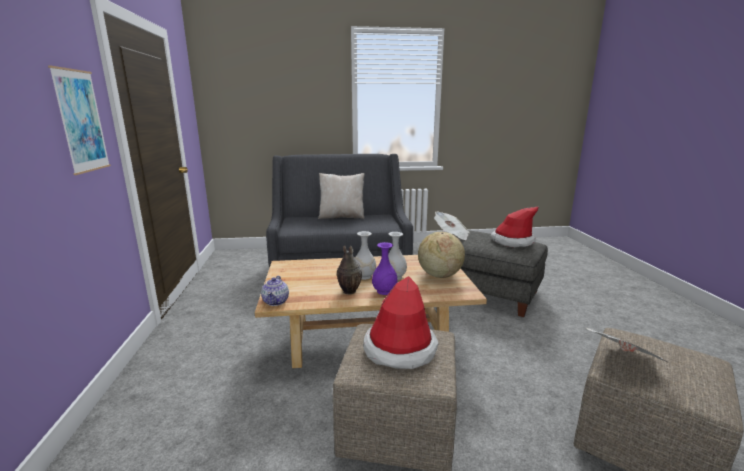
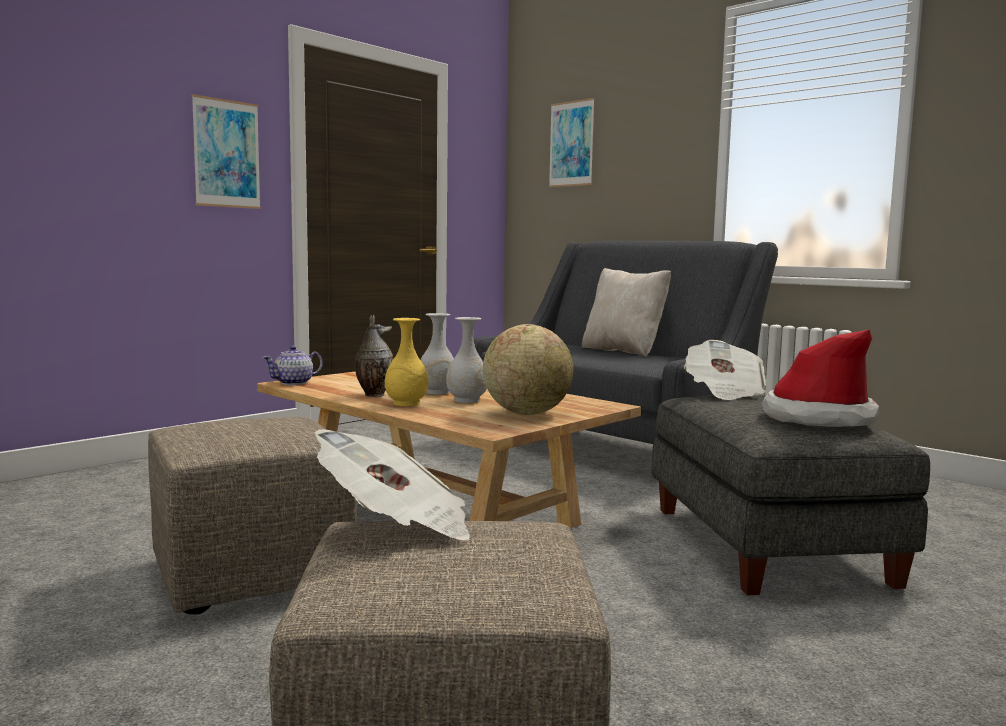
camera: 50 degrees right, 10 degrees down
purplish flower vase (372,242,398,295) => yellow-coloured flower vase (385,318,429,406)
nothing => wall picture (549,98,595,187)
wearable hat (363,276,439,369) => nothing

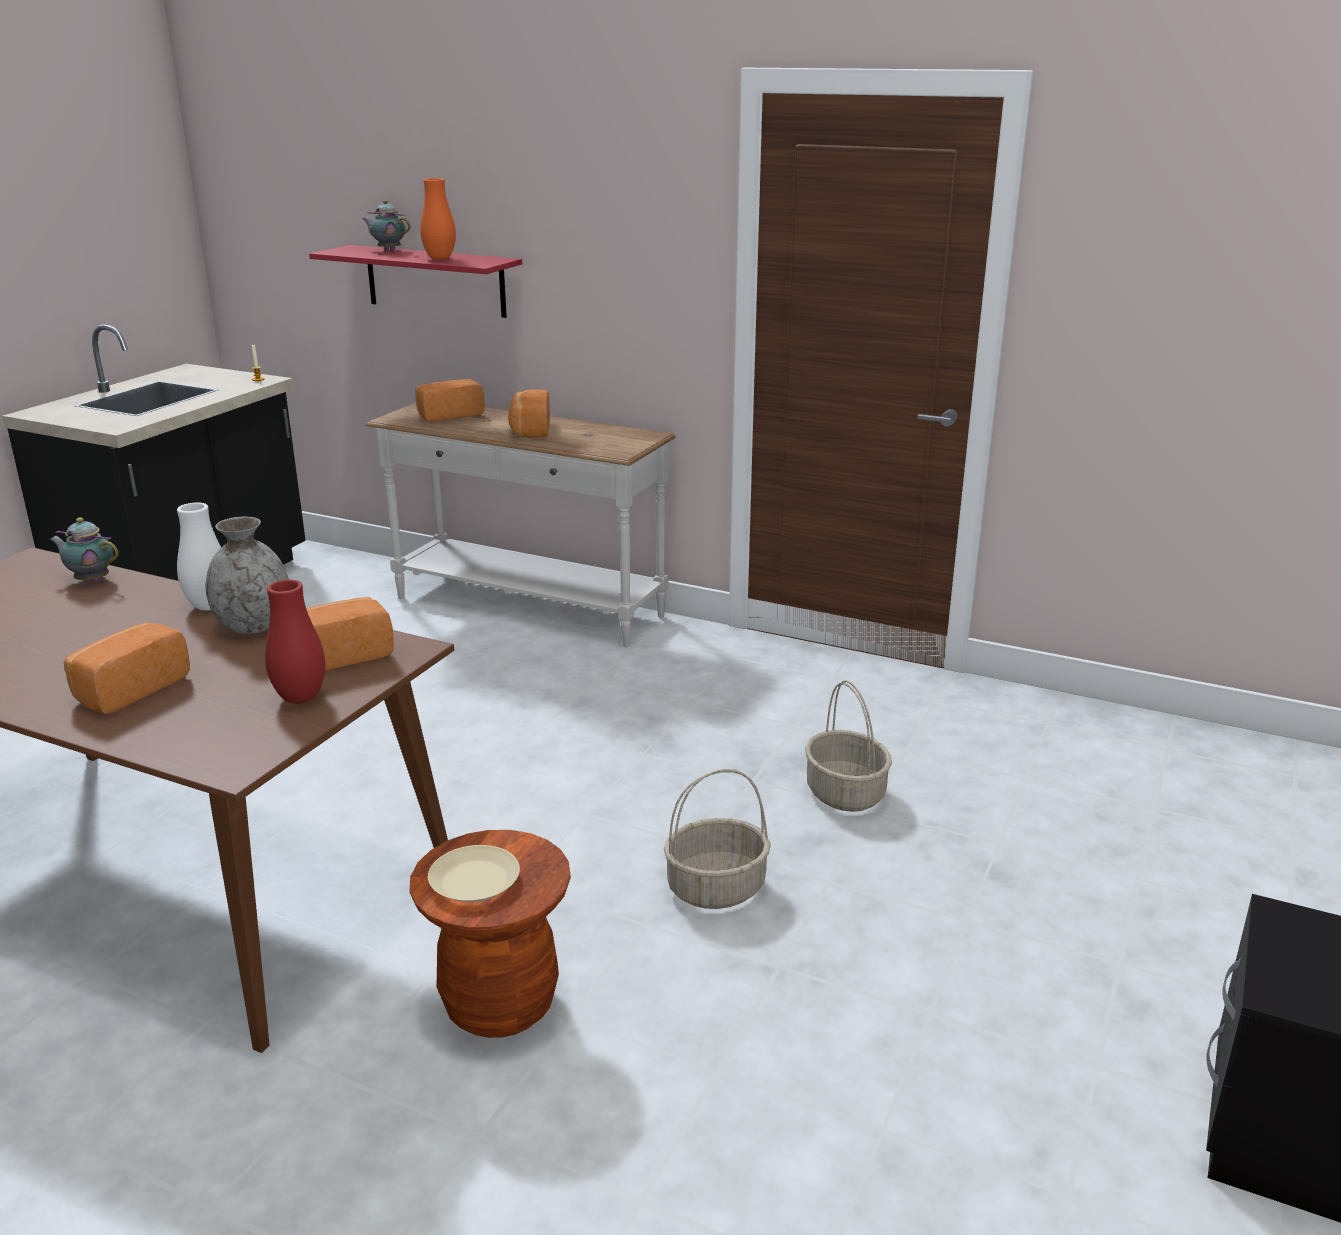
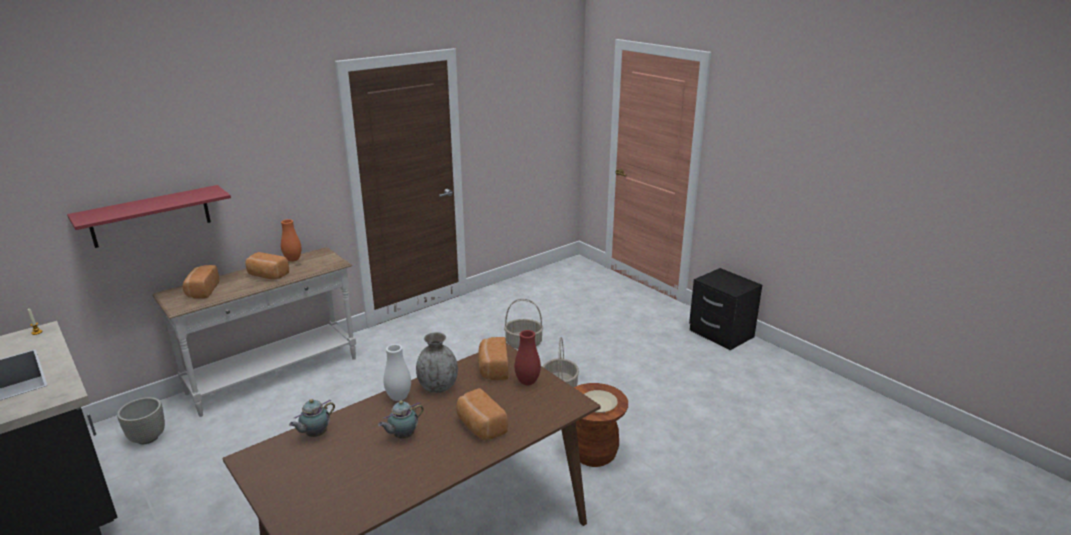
camera: 65 degrees left, 0 degrees up
nothing => grey plant pot (117,397,165,444)
orangey flower vase (420,178,456,260) => orangey flower vase (281,219,301,262), moved
teapot (362,200,411,251) => teapot (378,400,424,438), moved

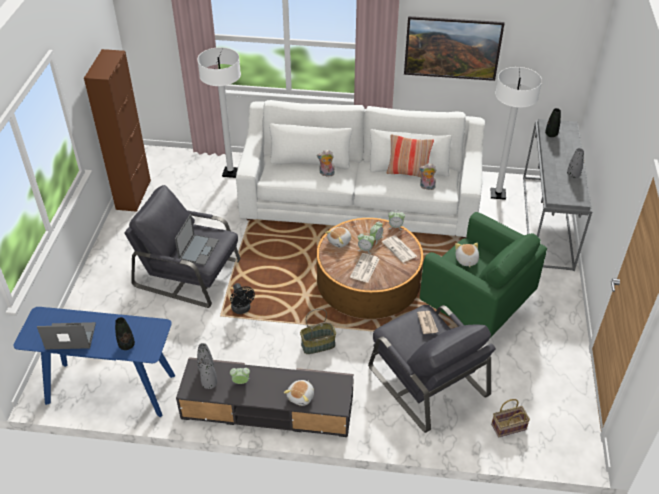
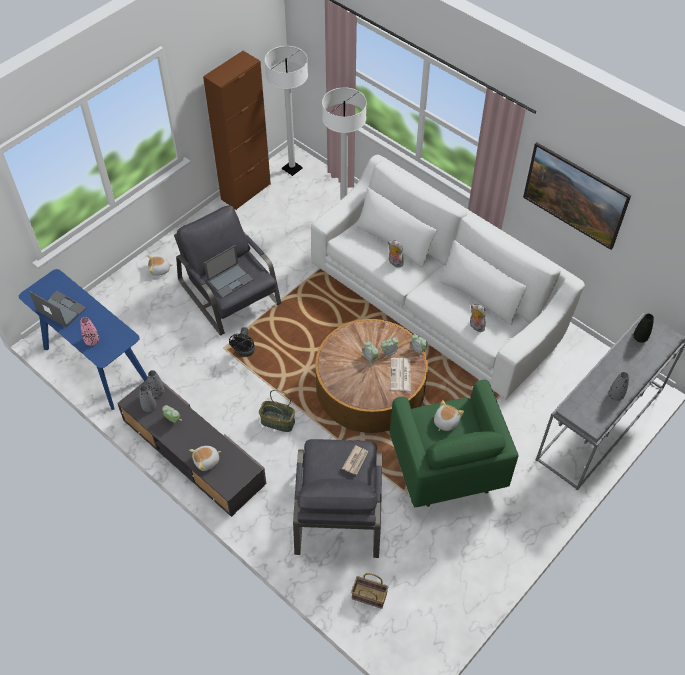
camera: 35 degrees right, 10 degrees up
black-coloured flower vase (115,317,135,350) => pink flower vase (80,317,99,346)
cuddly toy (325,227,351,248) => cuddly toy (147,256,173,276), moved
whitish floor lamp (491,67,542,200) => whitish floor lamp (265,46,308,176), moved
daily paper (350,253,379,283) => nothing
cushion (386,134,434,177) => nothing

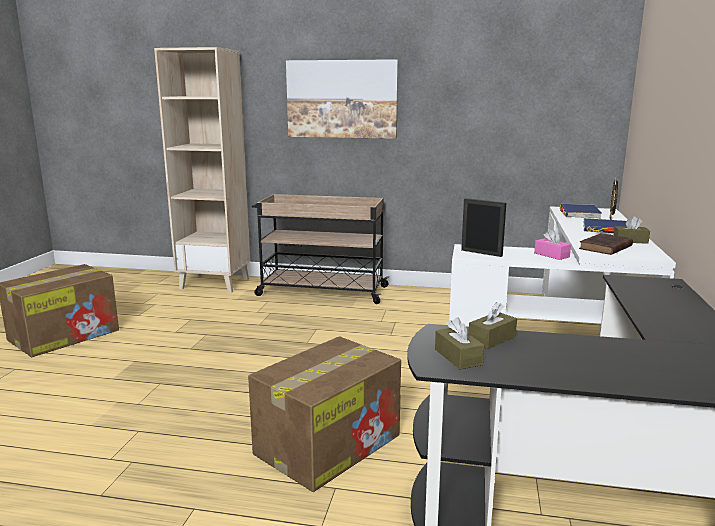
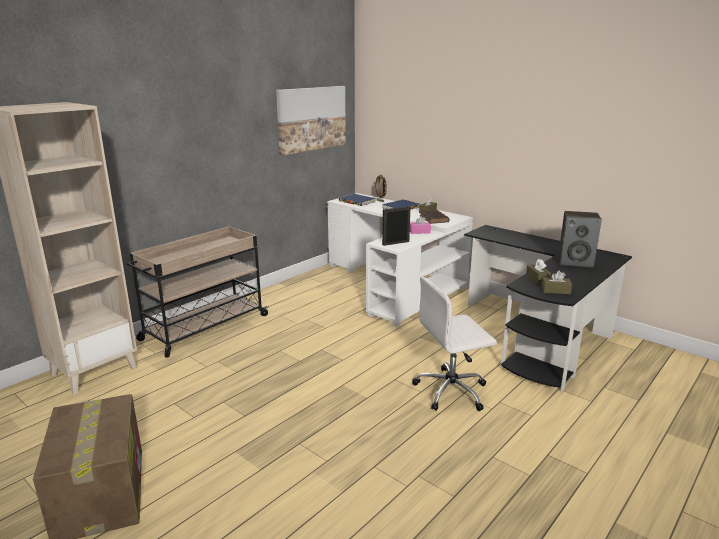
camera: 60 degrees left, 5 degrees up
wall picture (286,59,398,139) => wall picture (276,86,346,155), moved
packing box (248,336,401,492) => whitish desk chair (412,277,497,411)
nothing => audio speaker (558,211,602,268)

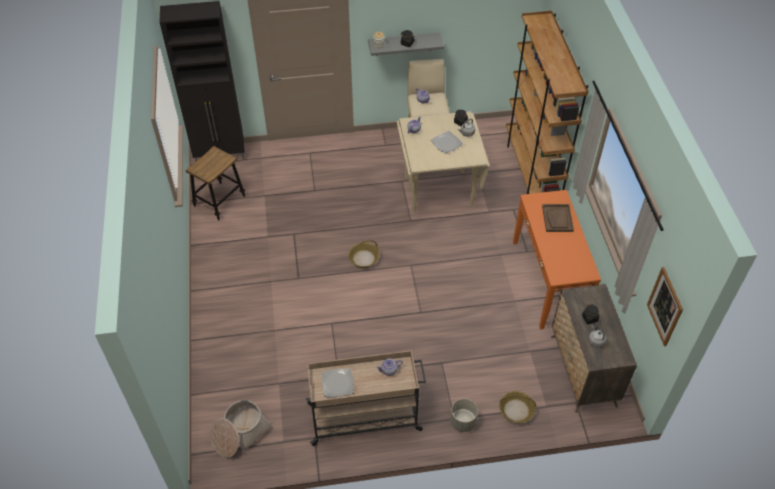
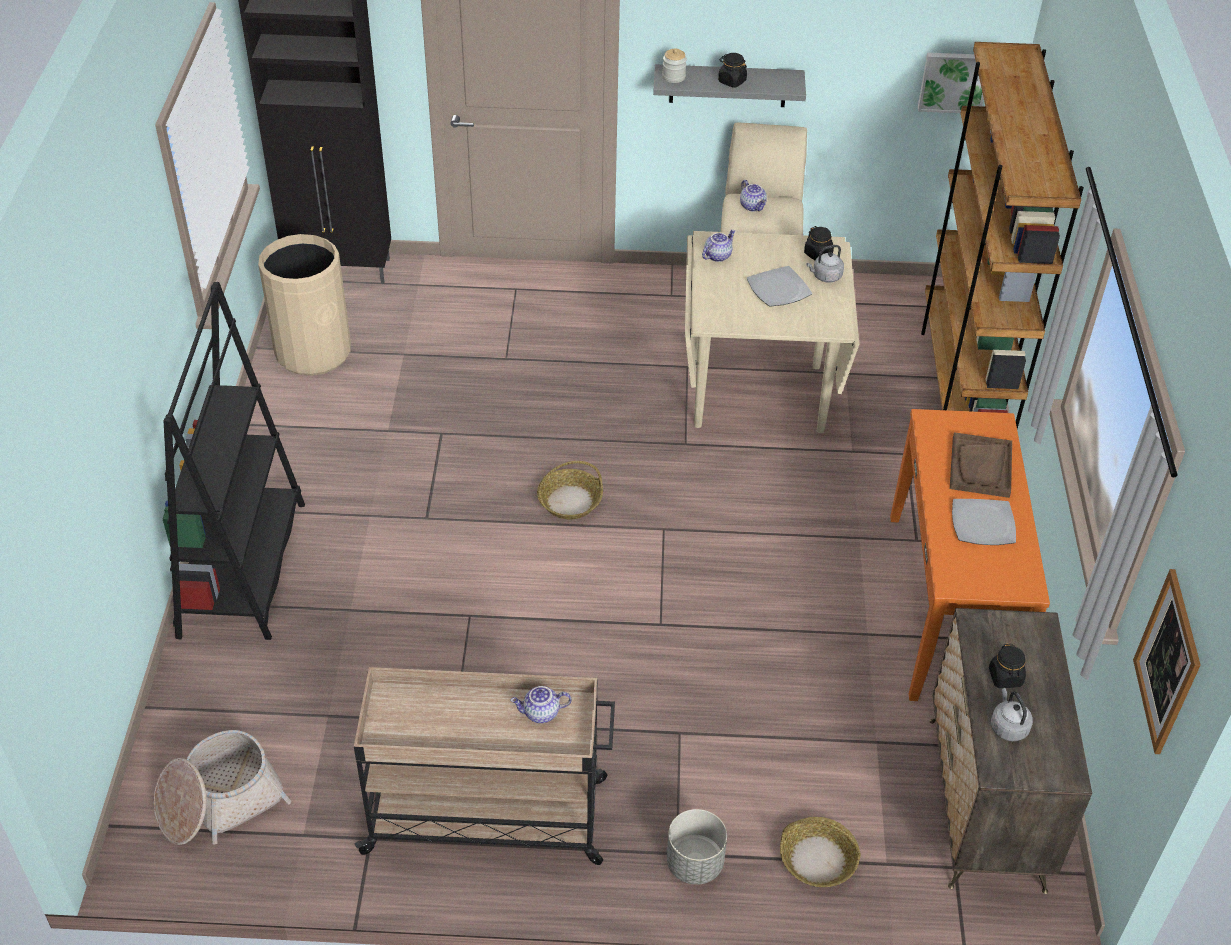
camera: 10 degrees right, 5 degrees down
nothing => black-coloured shelving unit (163,282,305,640)
sitting stool (186,146,245,221) => beige-coloured waste bin (258,234,351,376)
nothing => wall picture (918,53,984,113)
flat dish (322,368,354,397) => flat dish (952,499,1016,545), moved

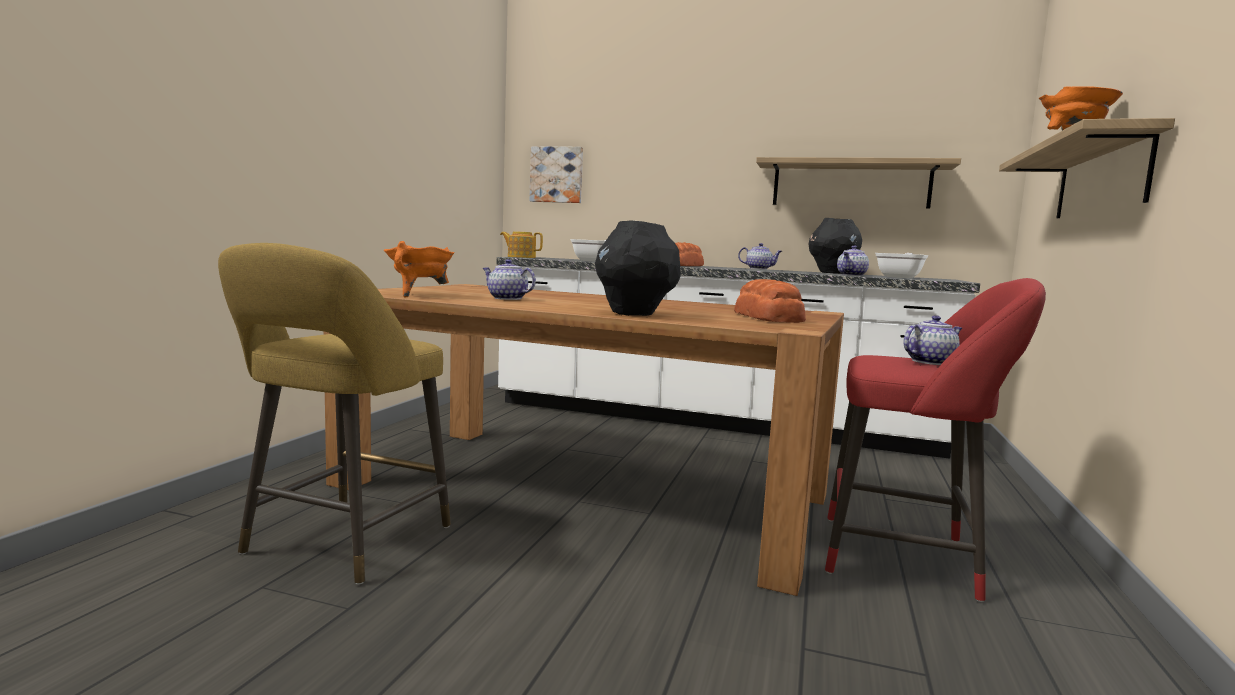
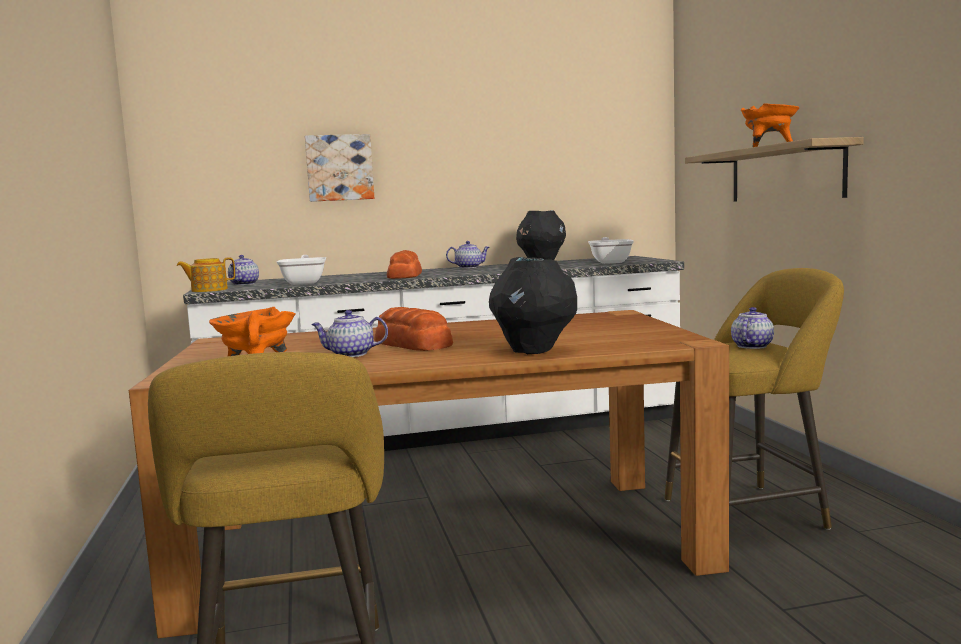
camera: 30 degrees left, 0 degrees up
teapot (837,246,869,276) => teapot (228,255,259,285), moved
wall picture (529,146,583,203) => wall picture (305,134,374,202), moved
bakery bread (734,279,806,323) => bakery bread (374,307,453,351), moved
red-coloured sitting stool (825,278,1046,602) => yellow-coloured sitting stool (665,268,844,530)
bracket shelf (756,157,961,209) => nothing

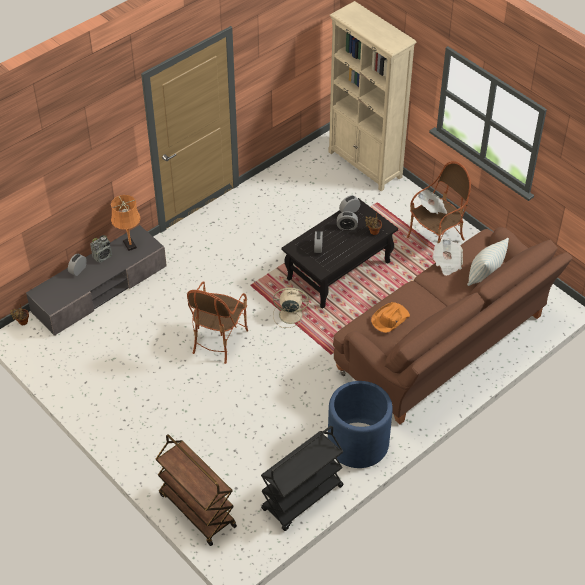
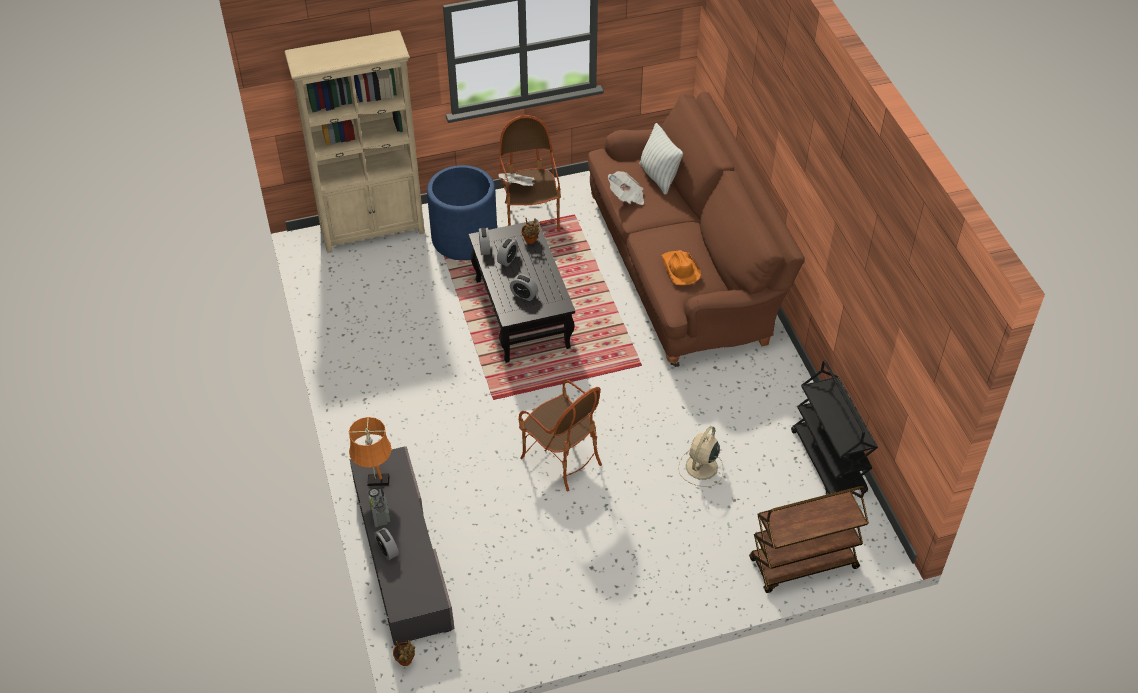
camera: 65 degrees left, 0 degrees up
blue plant pot (328,381,393,468) => blue plant pot (427,165,497,261), moved
beige-coloured electric fan (273,288,309,328) => beige-coloured electric fan (678,426,723,487), moved

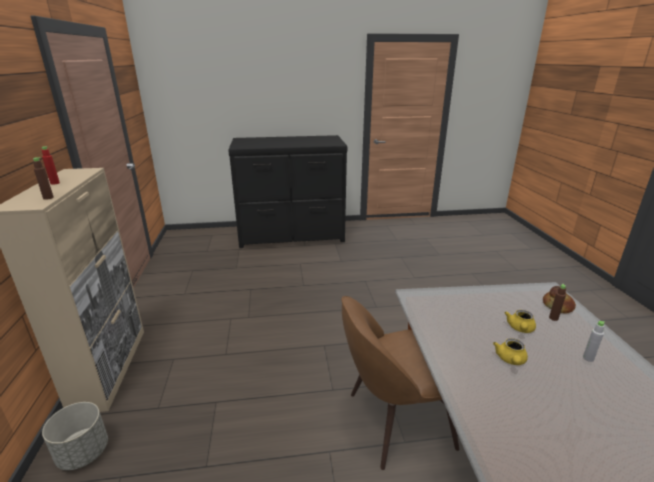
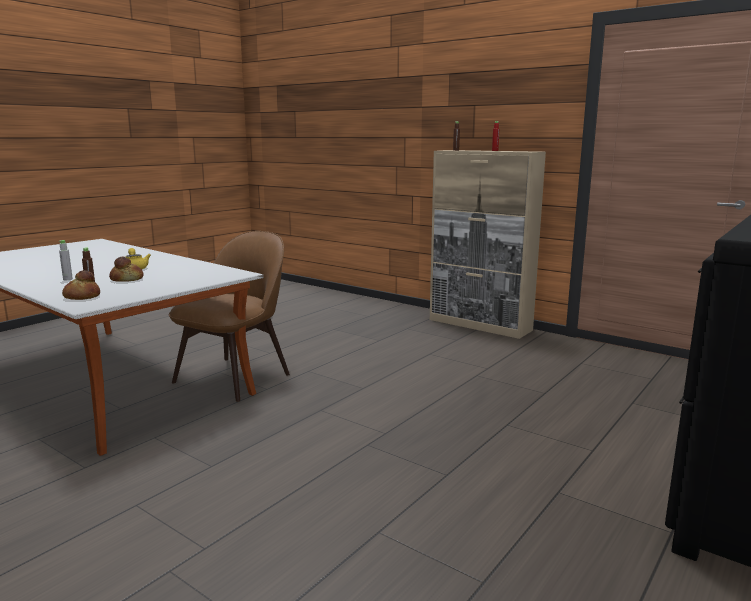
camera: 135 degrees right, 10 degrees down
yellow-coloured teapot (505,310,536,333) => bakery bread (109,257,144,282)
grey plant pot (42,402,108,470) => nothing

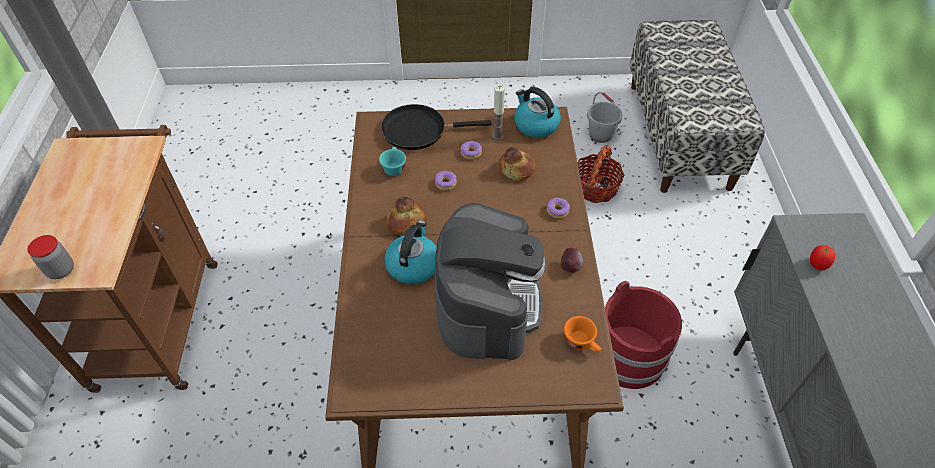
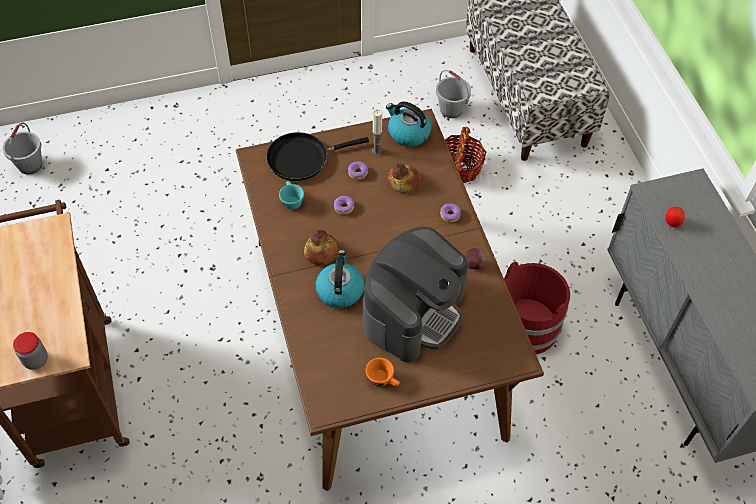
camera: 15 degrees left, 5 degrees up
nothing => grey pail (3,122,42,175)
coffee maker (434,203,545,360) => coffee maker (363,227,468,362), 45 degrees clockwise
orangey small cup (564,316,601,352) => orangey small cup (366,358,400,386), moved

